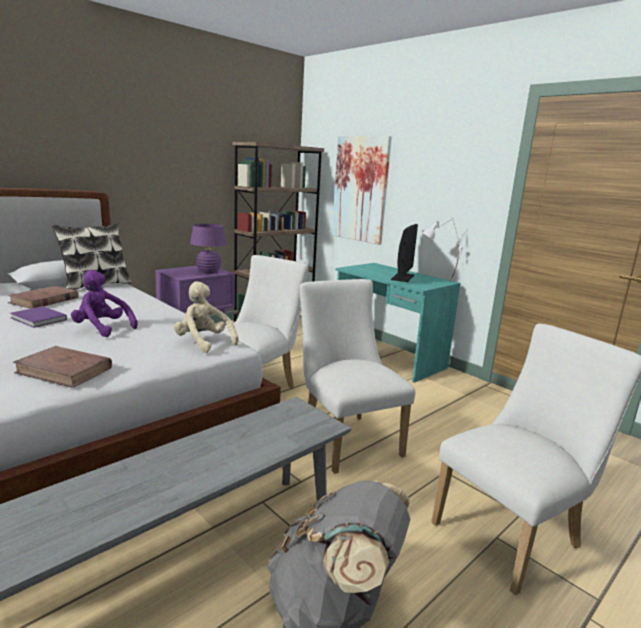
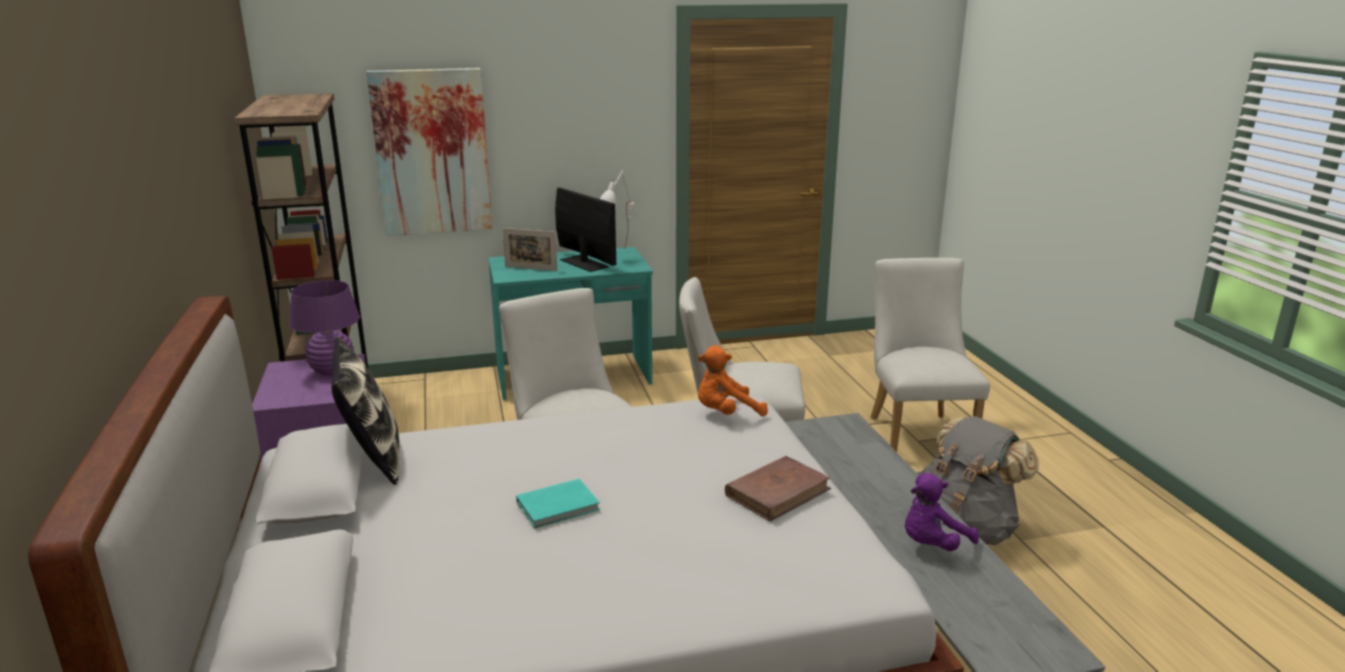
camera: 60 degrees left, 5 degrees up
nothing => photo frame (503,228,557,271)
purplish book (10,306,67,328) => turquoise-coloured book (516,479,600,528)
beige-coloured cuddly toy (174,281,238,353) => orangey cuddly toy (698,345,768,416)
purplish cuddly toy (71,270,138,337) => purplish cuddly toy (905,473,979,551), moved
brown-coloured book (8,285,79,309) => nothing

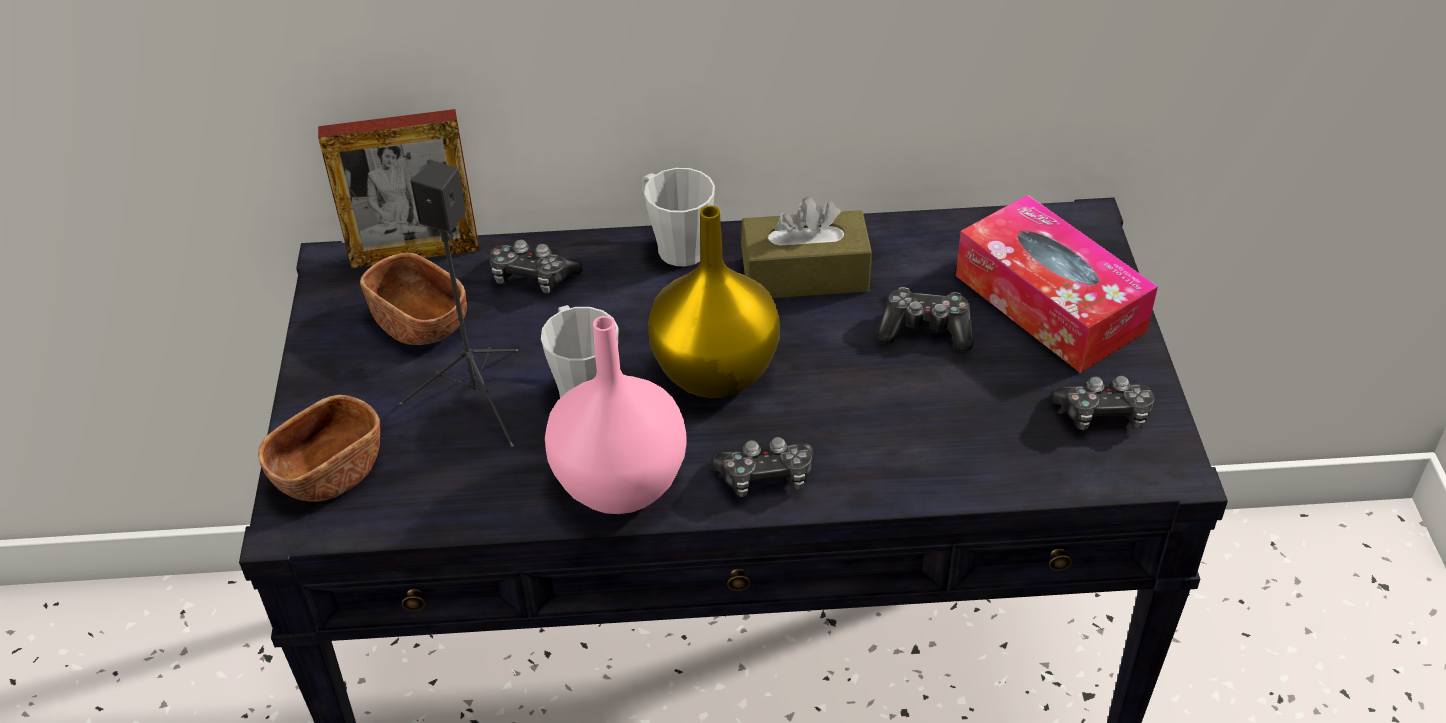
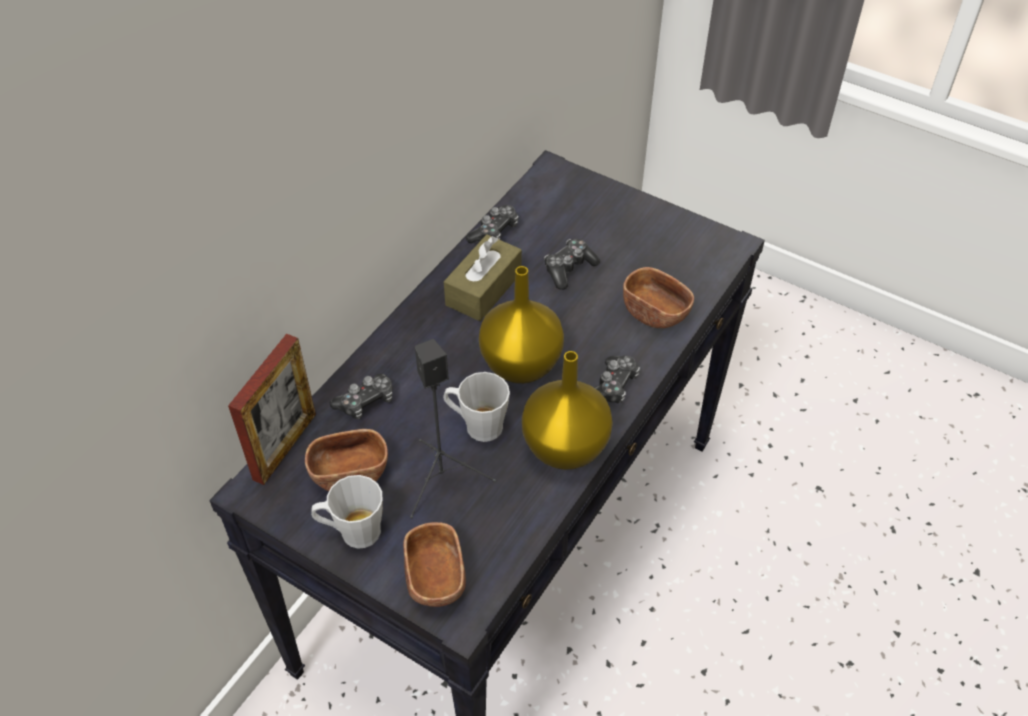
camera: 55 degrees left, 5 degrees up
grey tea mug (641,168,715,266) => grey tea mug (311,475,383,549), moved
gamepad (1051,376,1155,430) => gamepad (466,205,519,243), moved
pink flower vase (545,316,687,514) => yellow-coloured flower vase (522,351,613,470)
nothing => brown-coloured serving bowl (623,267,694,328)
tissue box (956,195,1158,373) => nothing

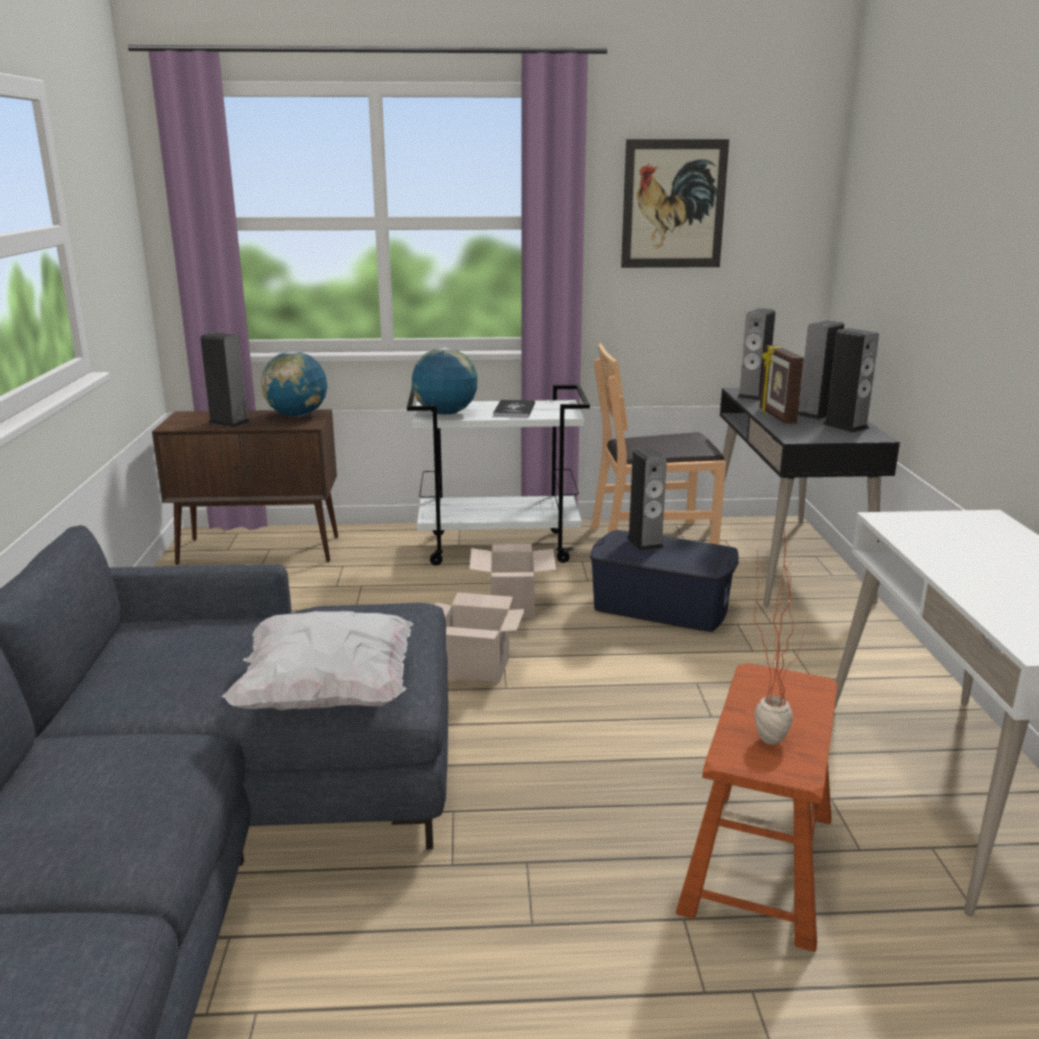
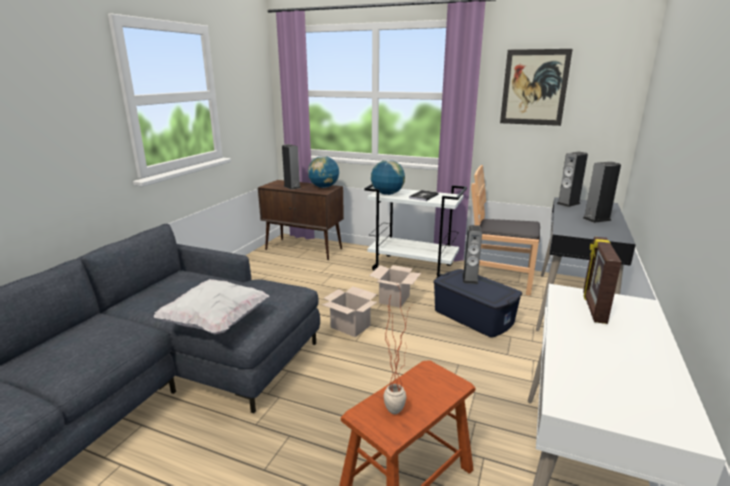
camera: 25 degrees right, 0 degrees up
photo frame (760,345,804,424) => photo frame (583,237,621,324), moved
audio speaker (823,328,879,432) => nothing

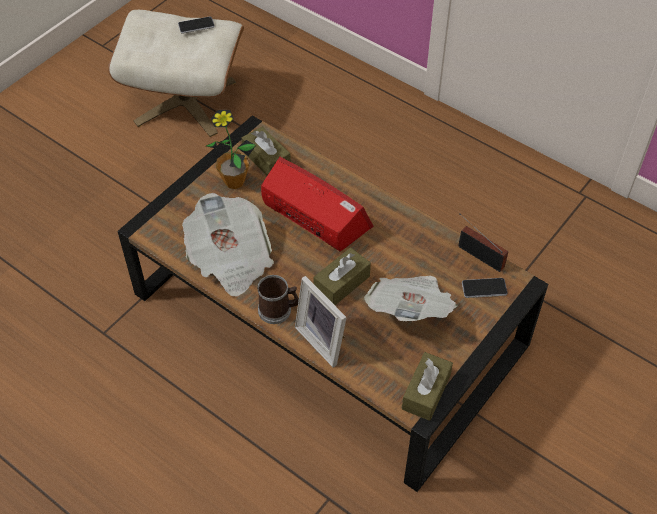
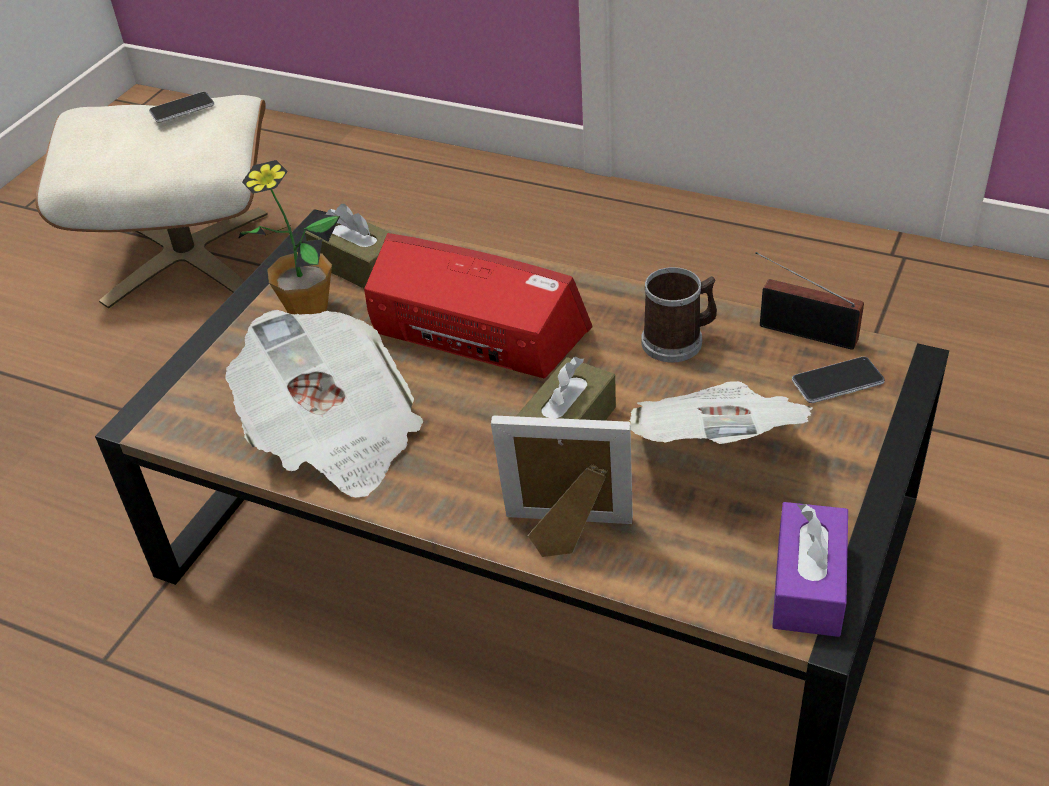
camera: 10 degrees left, 10 degrees down
photo frame (295,276,347,367) => photo frame (491,415,633,557), 150 degrees clockwise
tea mug (257,275,299,324) => tea mug (641,267,717,362), moved
brown-coloured tissue box (402,352,453,421) => purplish tissue box (772,502,848,637)

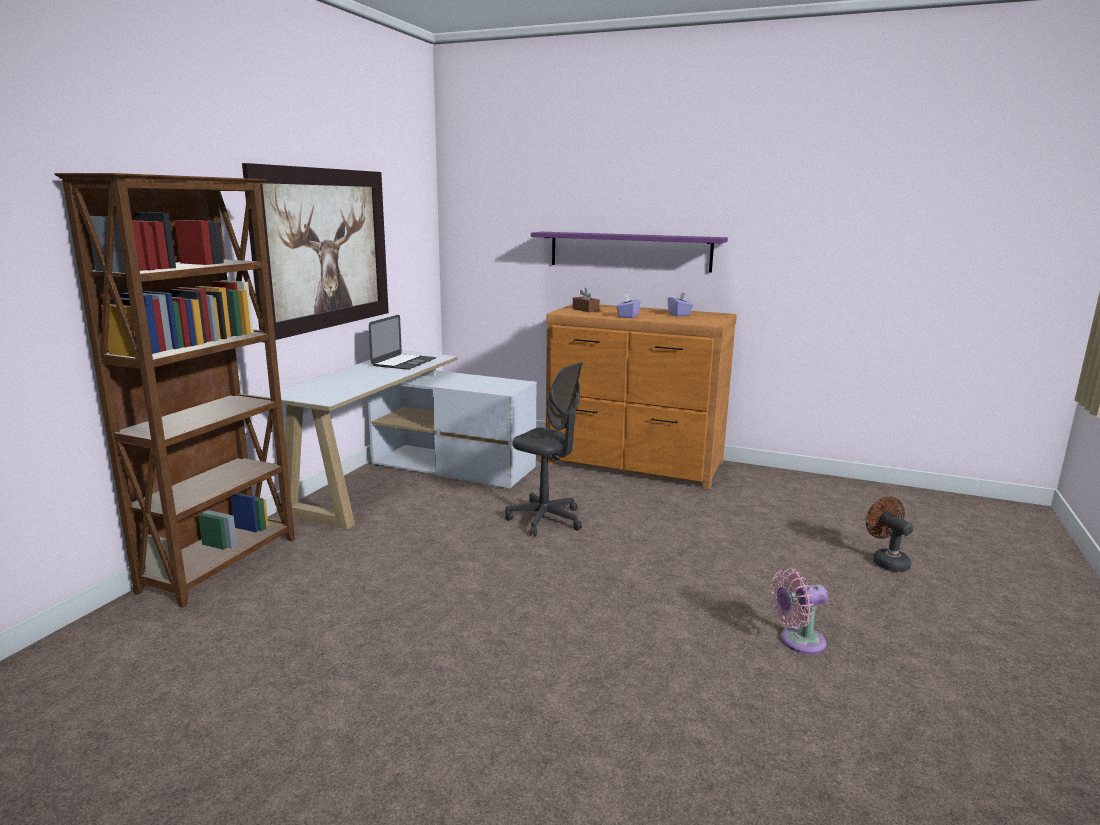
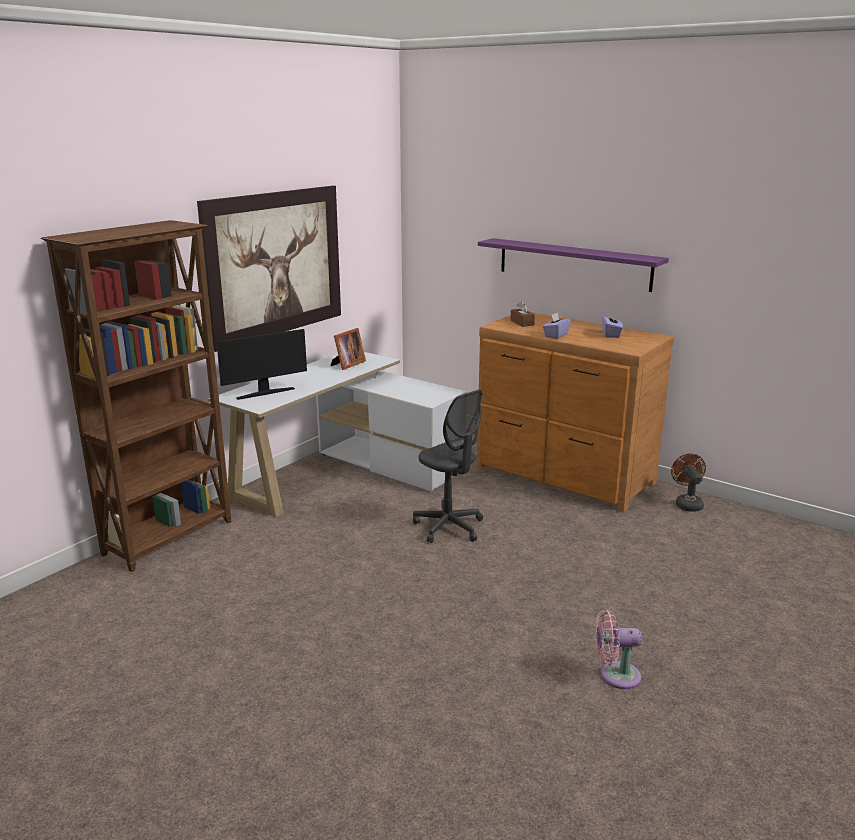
camera: 15 degrees right, 5 degrees up
nothing => computer screen (217,329,307,400)
notebook computer (369,315,436,369) => photo frame (330,328,366,370)
brown-coloured electric fan (866,497,914,572) => brown-coloured electric fan (671,453,706,511), moved

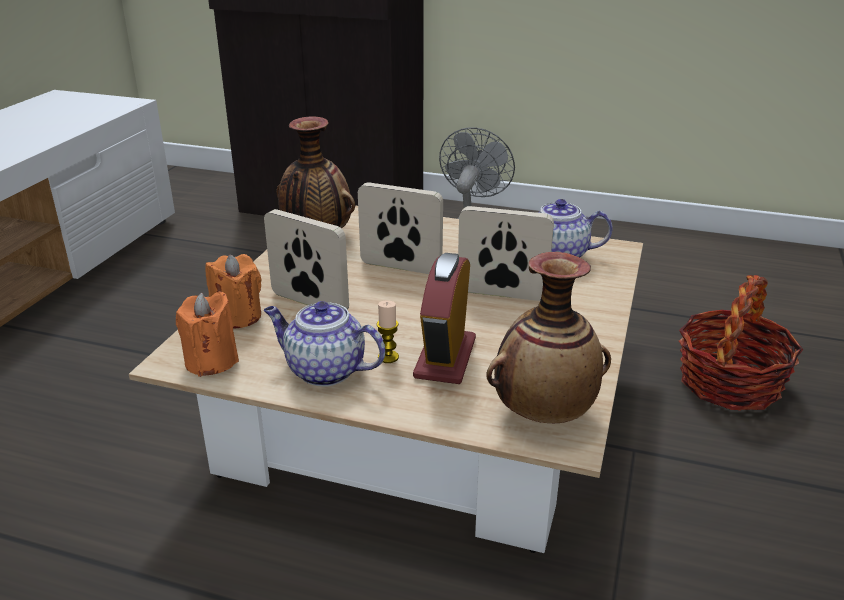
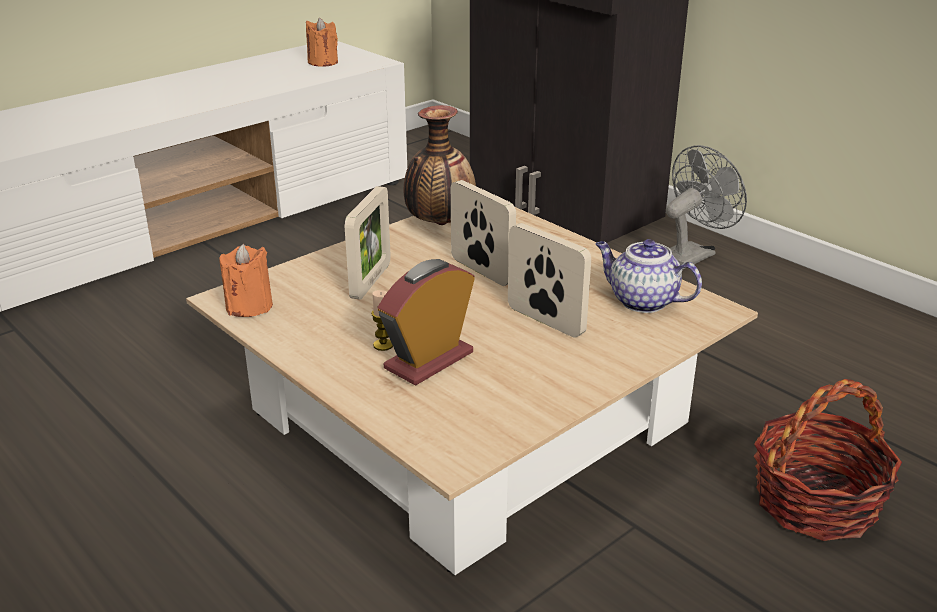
camera: 30 degrees right, 0 degrees up
orangey wax light (206,254,262,328) => orangey wax light (306,18,338,67), moved
photo frame (264,209,349,310) => photo frame (345,186,391,300), 45 degrees clockwise
teapot (264,301,385,387) => nothing
flower vase (486,252,611,423) => nothing

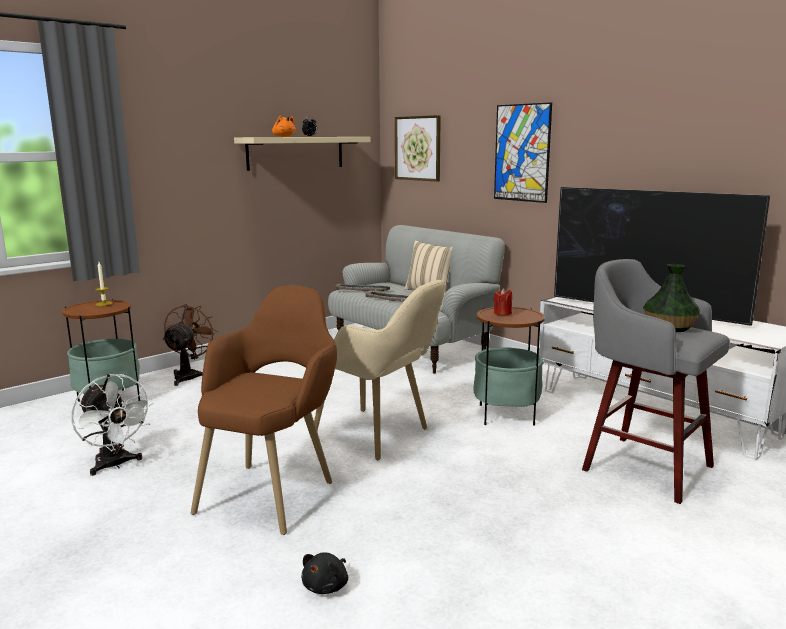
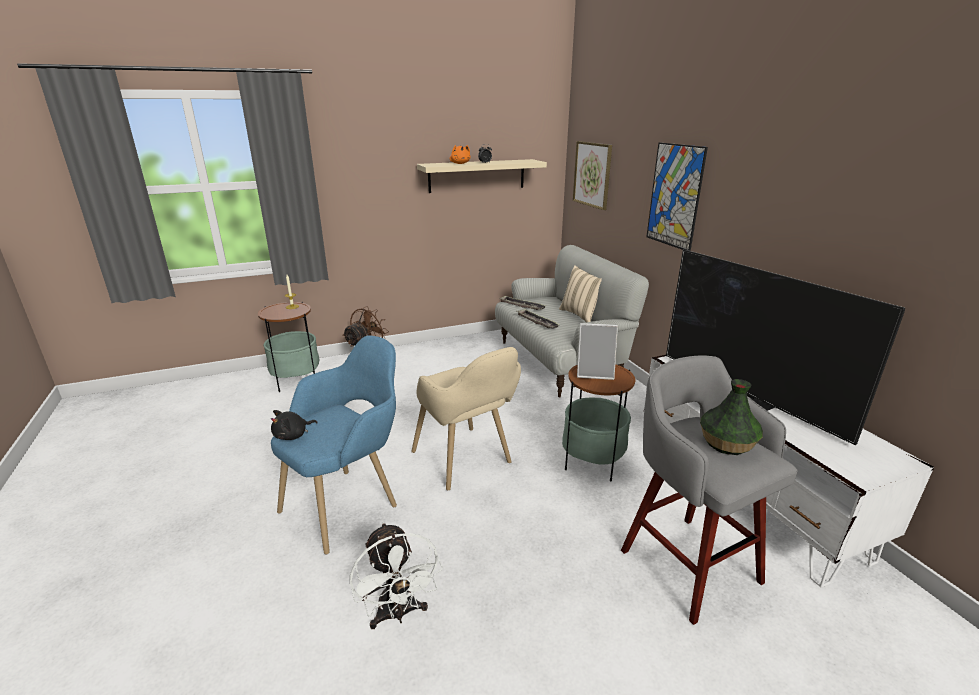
camera: 20 degrees right, 10 degrees up
brown-coloured lounge chair (191,285,337,535) => blue lounge chair (271,335,397,554)
black-coloured cuddly toy (301,552,348,594) => black-coloured cuddly toy (271,410,318,440), moved
whitish electric fan (71,374,153,476) => whitish electric fan (350,522,443,629), moved
red-coloured wax light (494,288,512,315) => photo frame (577,323,618,380)

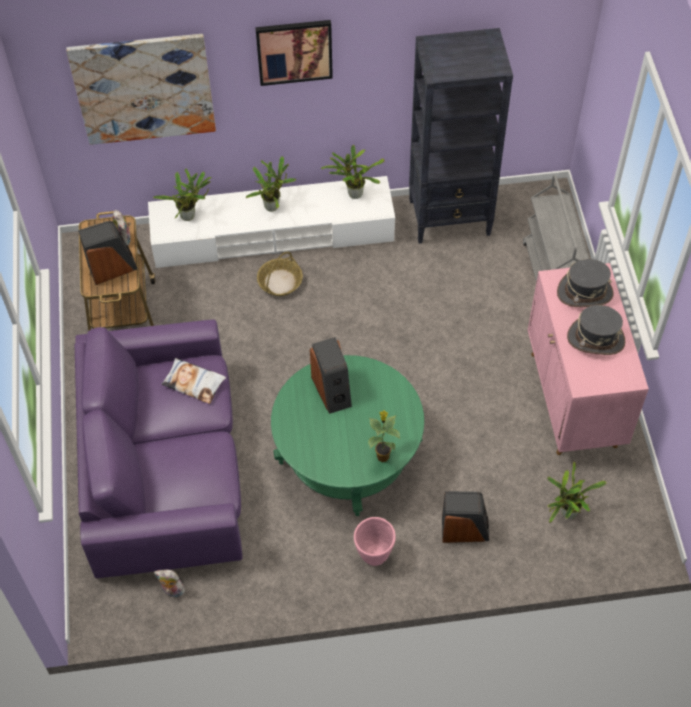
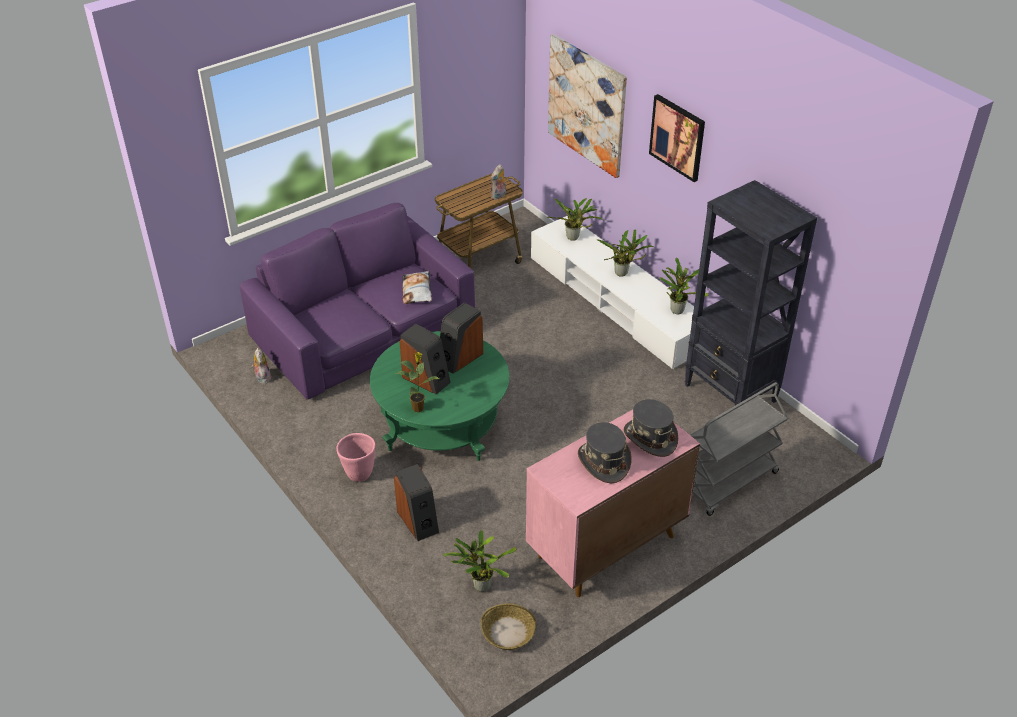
camera: 60 degrees right, 15 degrees down
audio speaker (78,221,138,285) => audio speaker (399,324,451,394), moved
basket (257,252,303,296) => basket (481,603,536,650), moved

